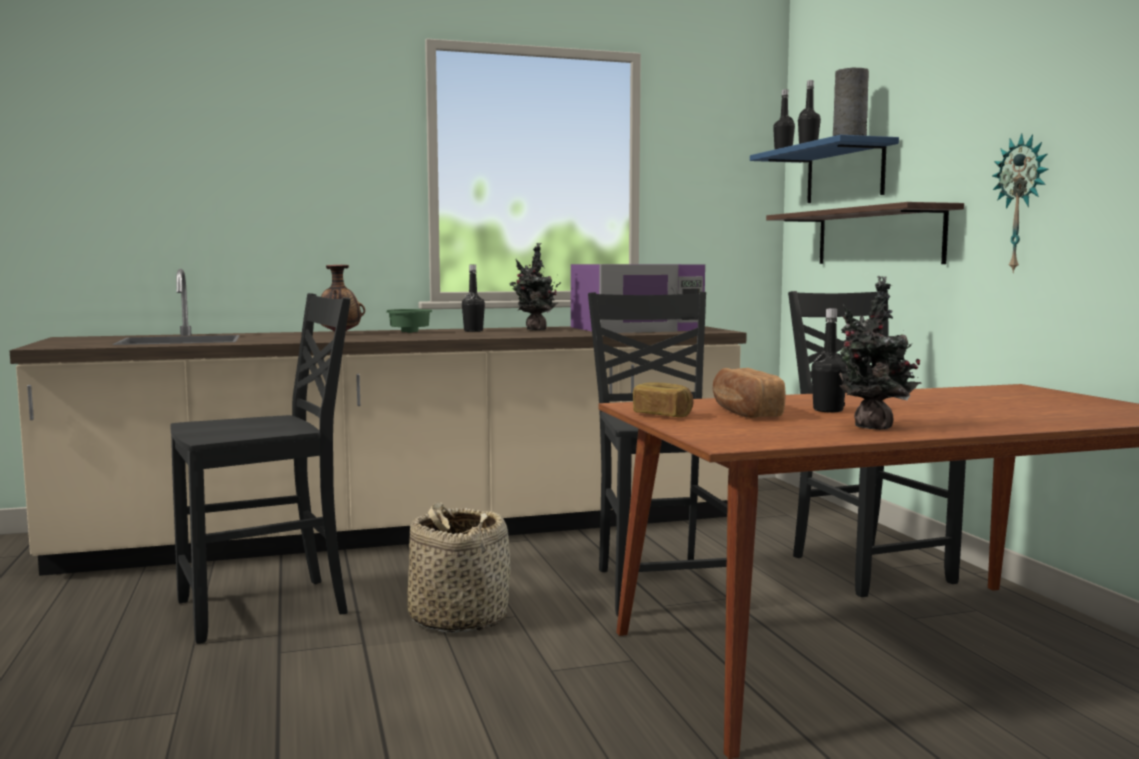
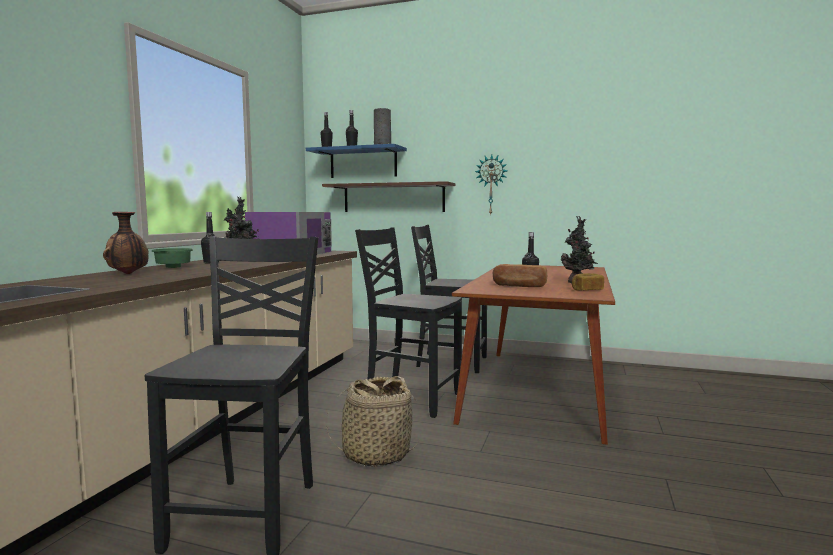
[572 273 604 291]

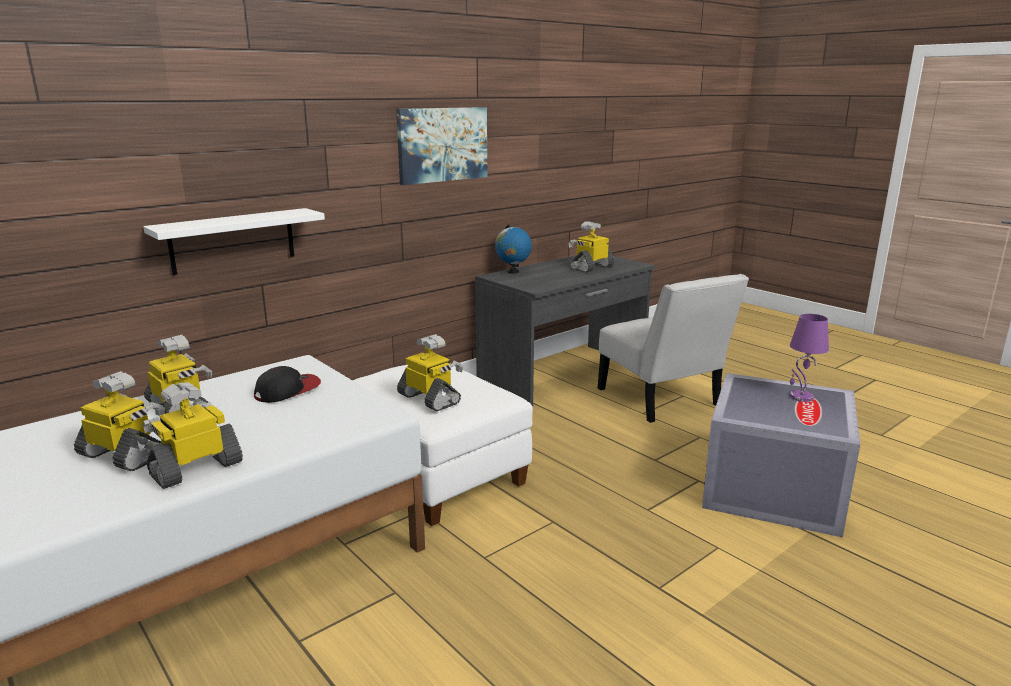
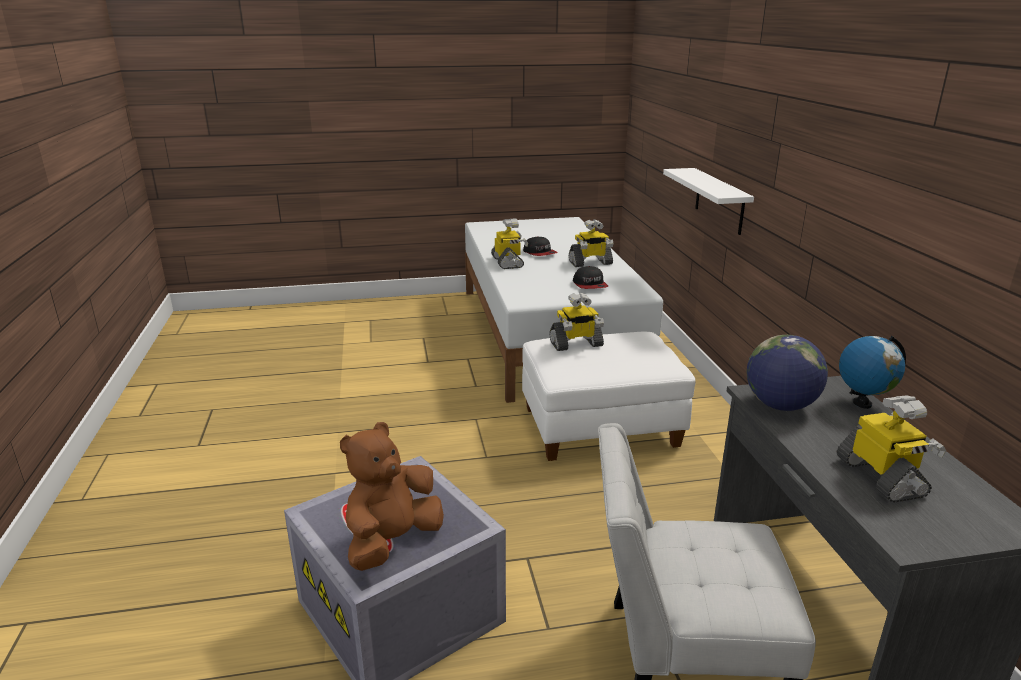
[523 236 558 256]
[396 107 487 185] (first image)
[340 422 444 571]
[746 335 828 411]

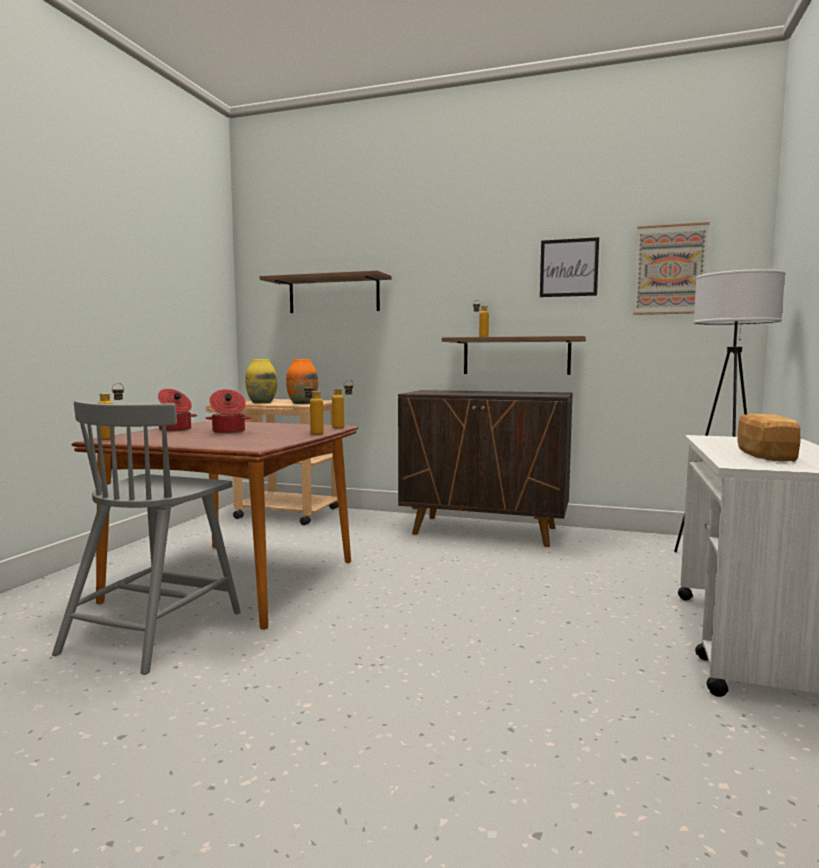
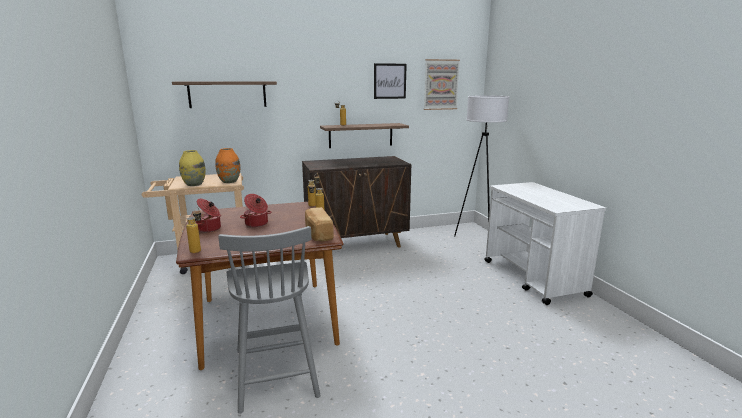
[305 207 334 241]

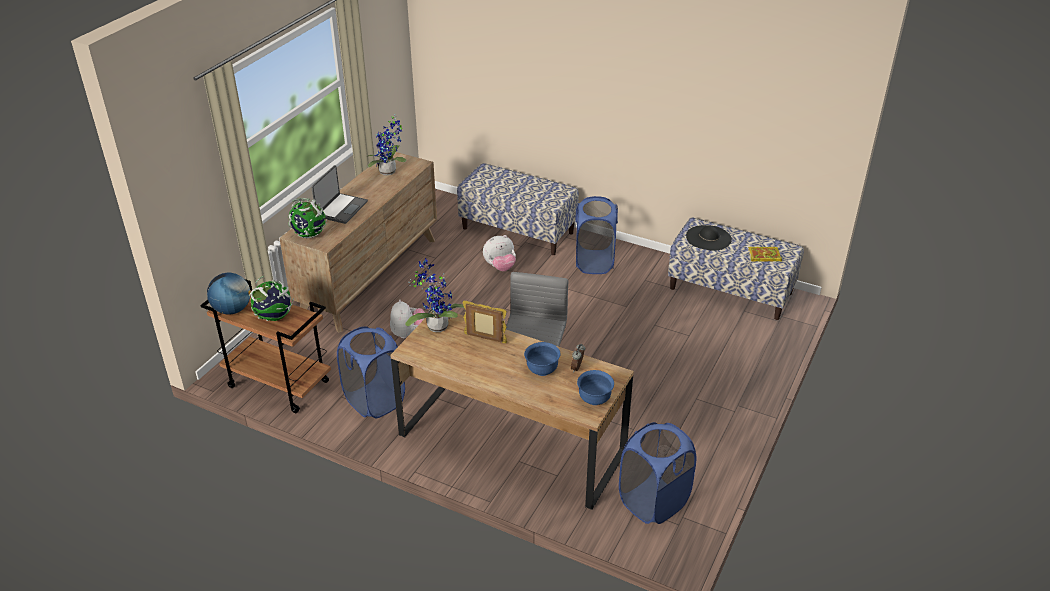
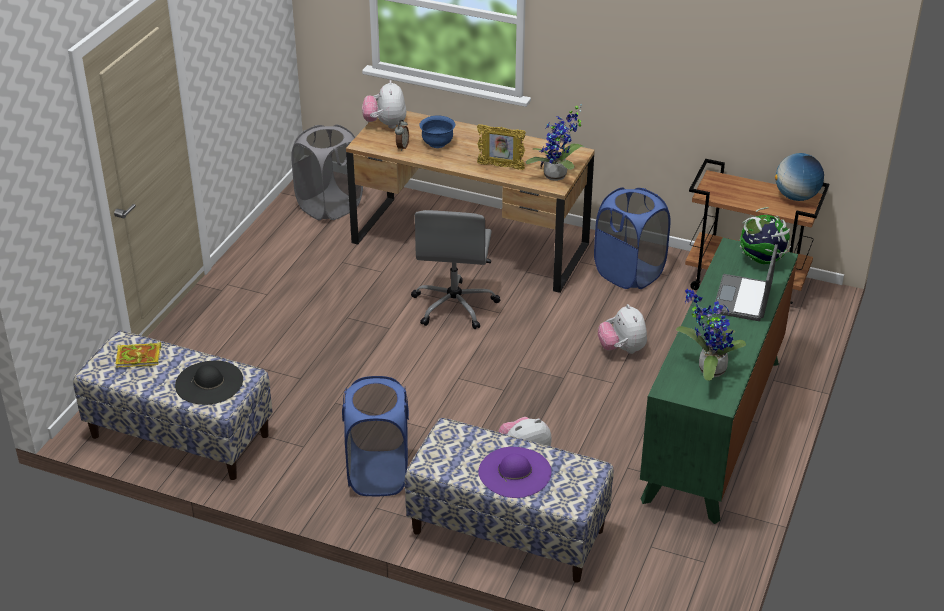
[249 276 294 321] (first image)
[640 238 798 524]
[362 80 406 129]
[291 125 363 220]
[478 447 551 498]

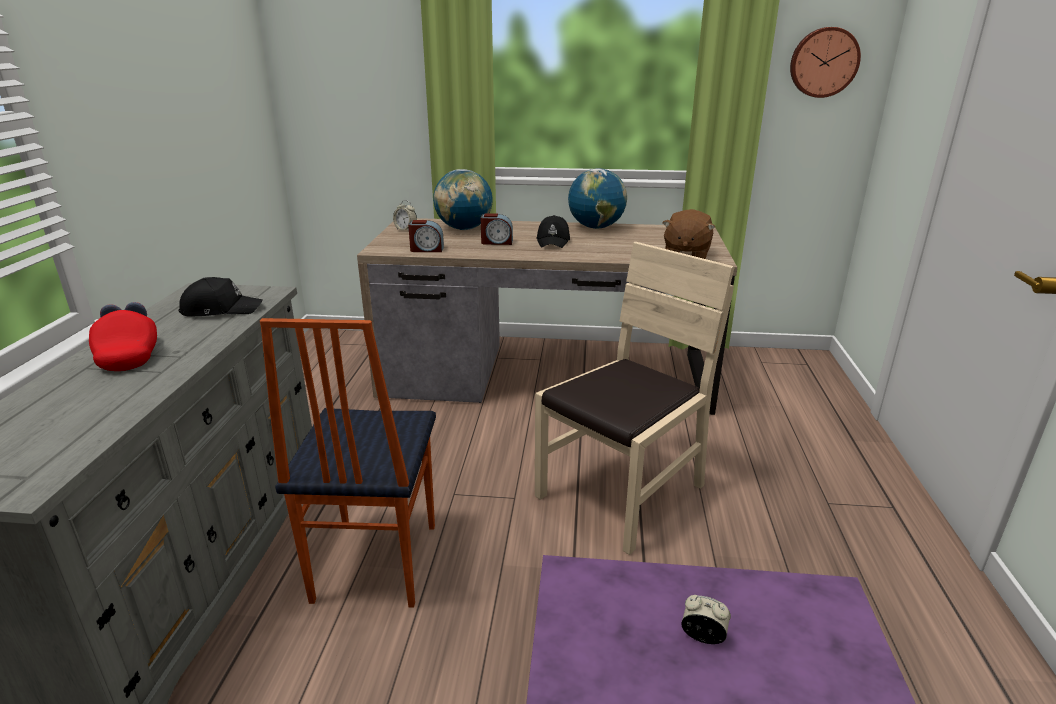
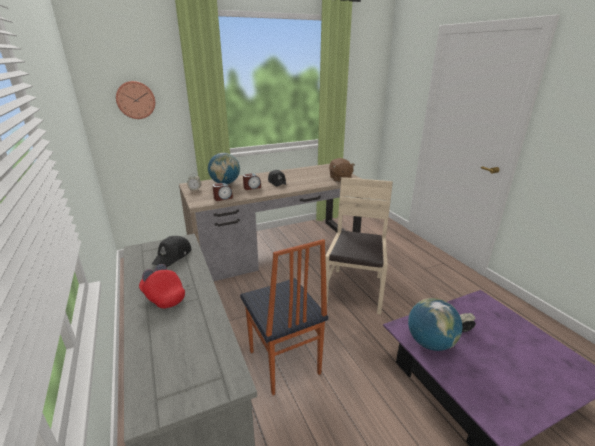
[152 236 191 267]
[408 298 463 351]
[116 81 155 119]

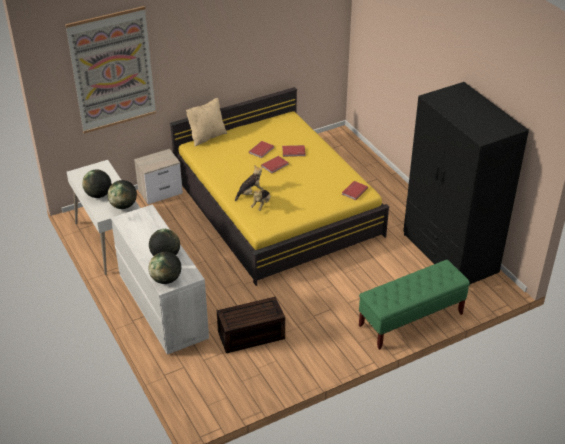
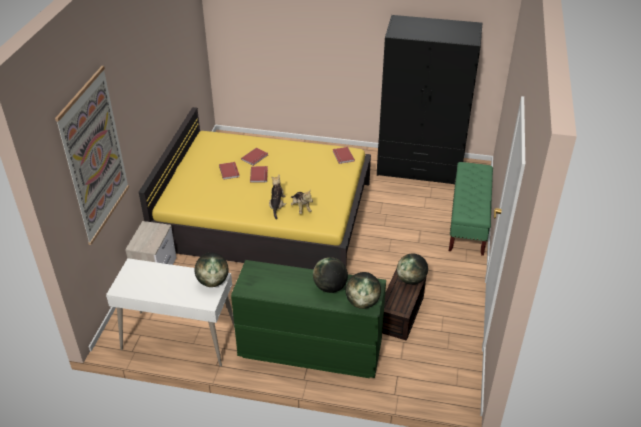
[397 254 428 285]
[231 260 386 378]
[186 98 227 147] (first image)

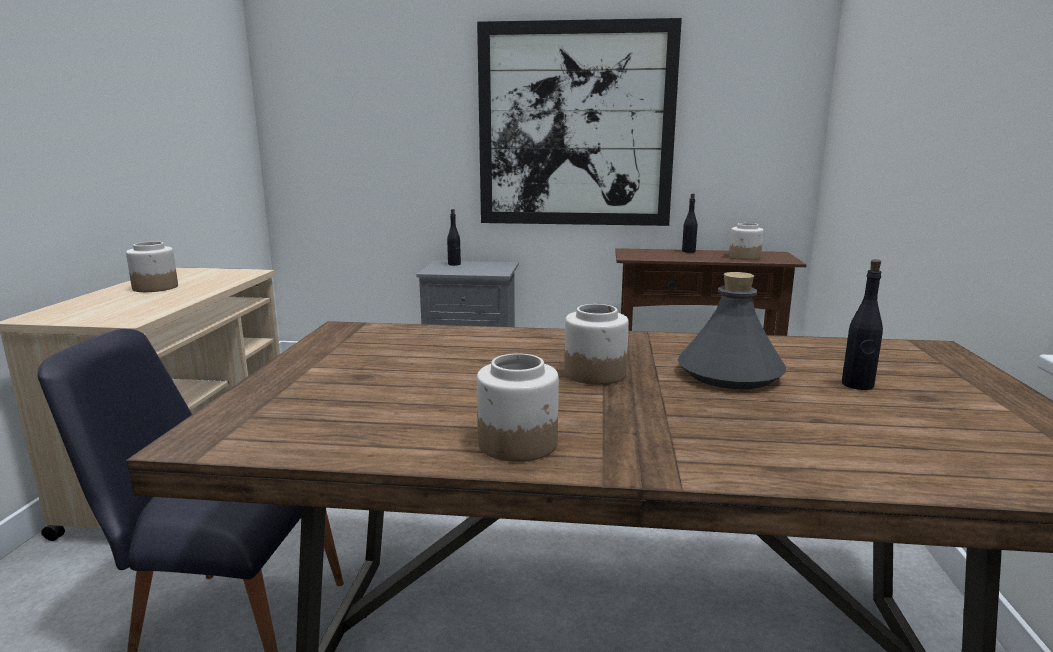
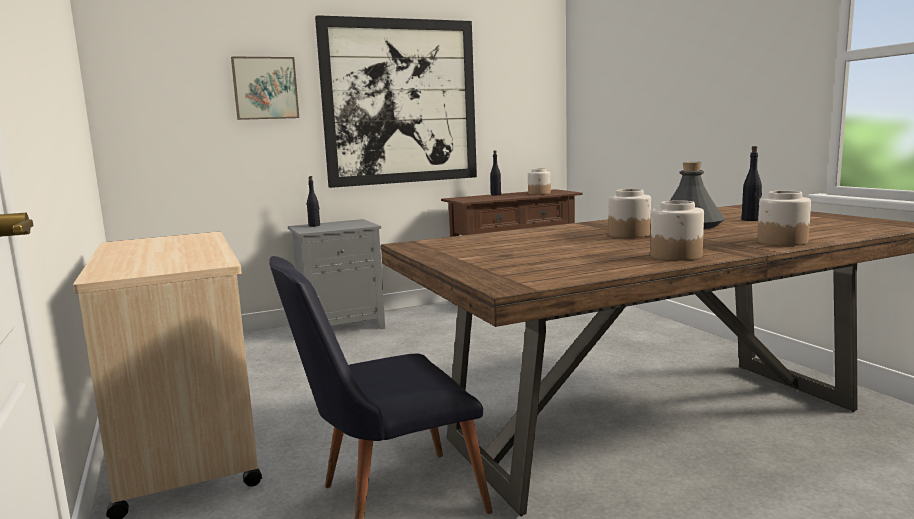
[757 191 811 246]
[231 56 299 120]

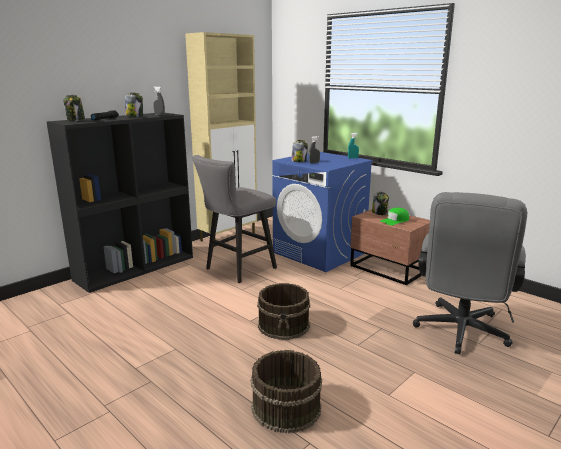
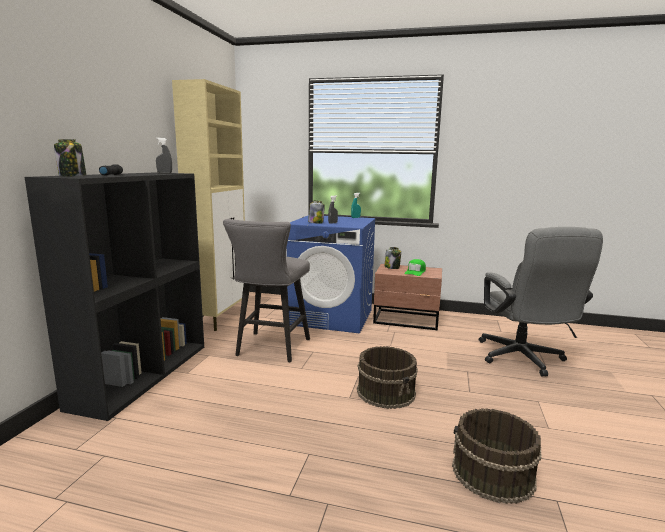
[125 93 143 117] (first image)

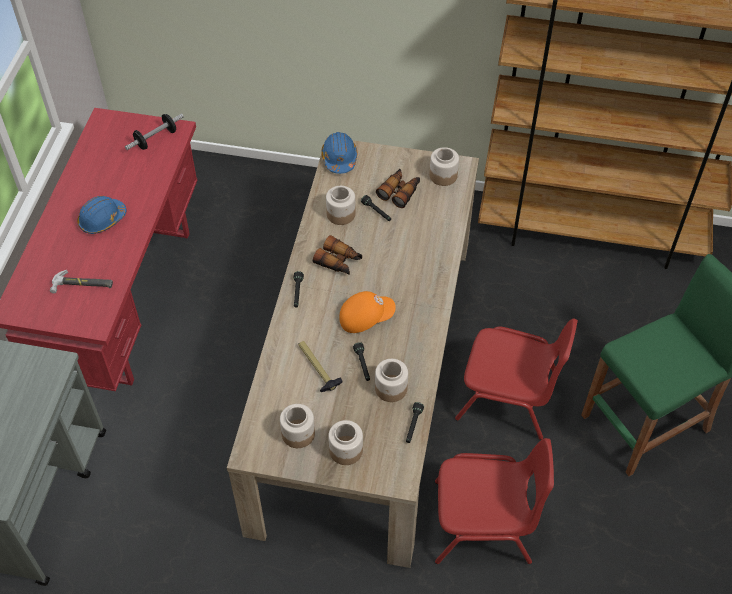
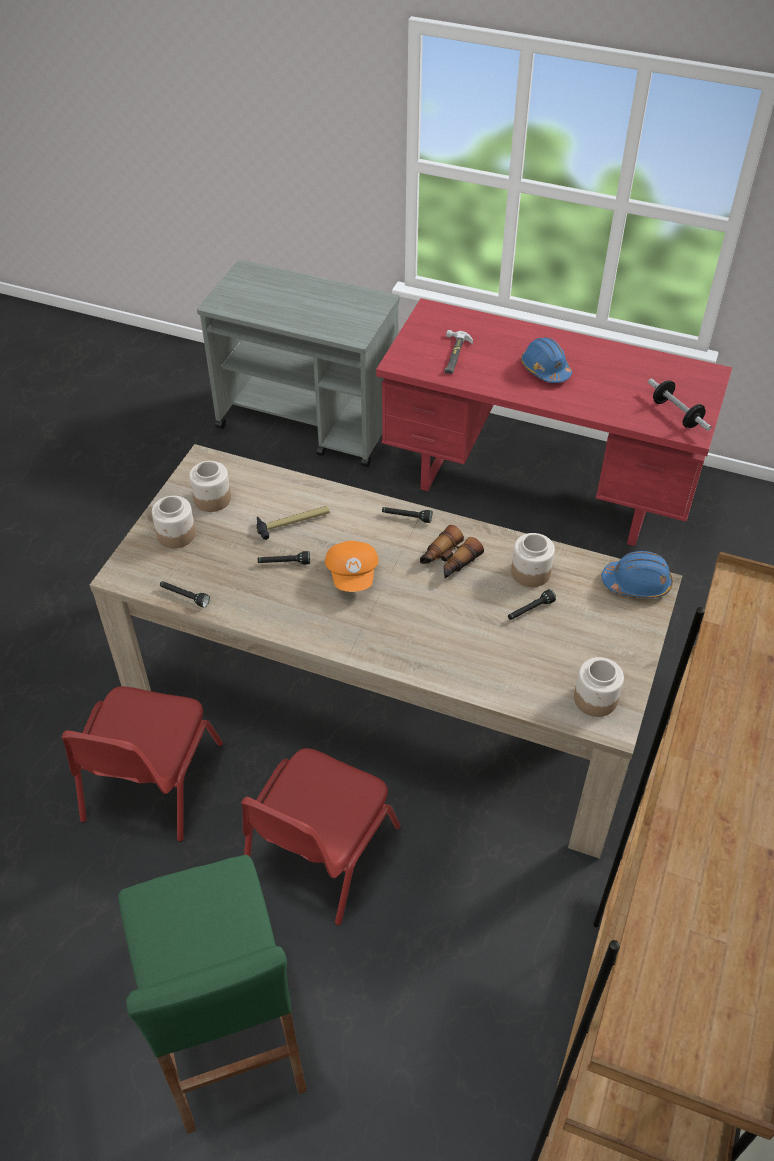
[375 359 408 402] (first image)
[376 169 420 208] (first image)

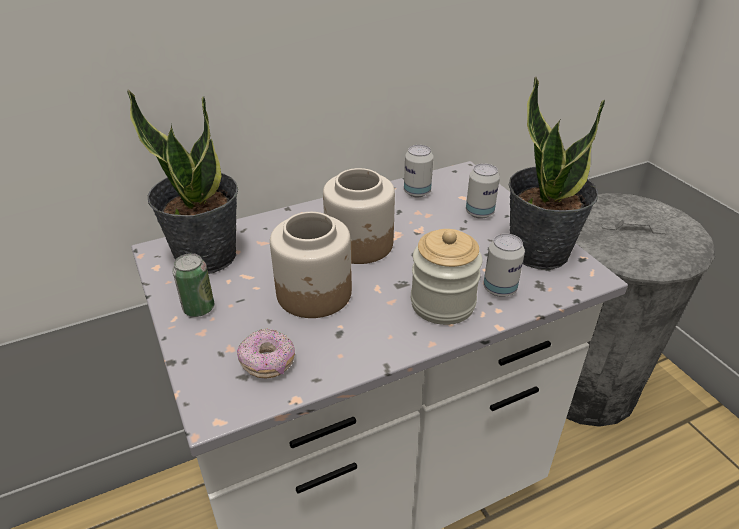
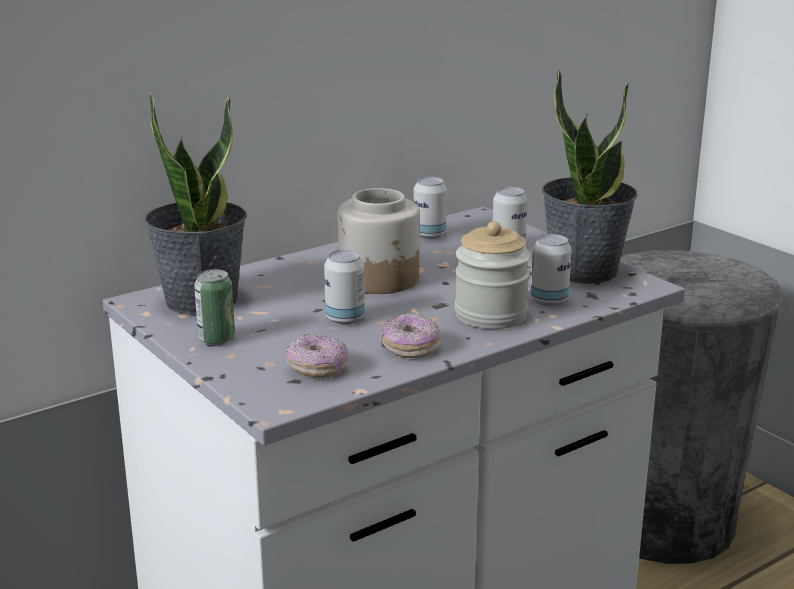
[324 250 365 325]
[381 313 441 358]

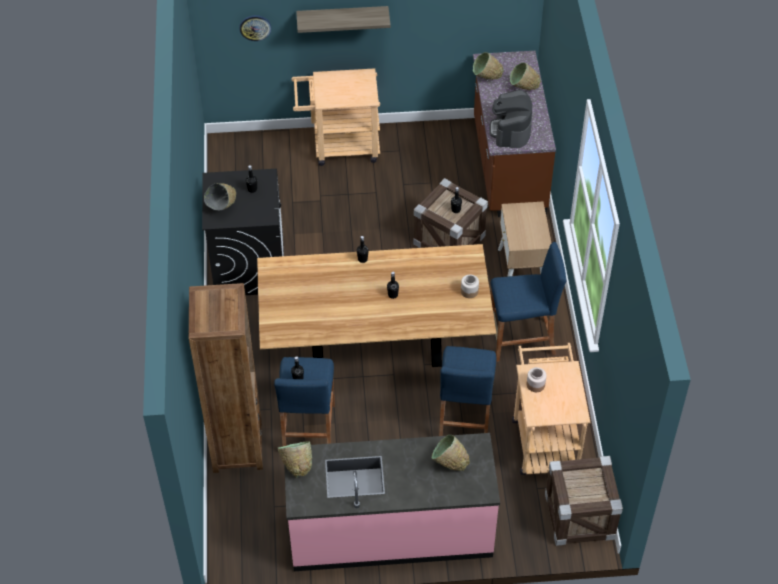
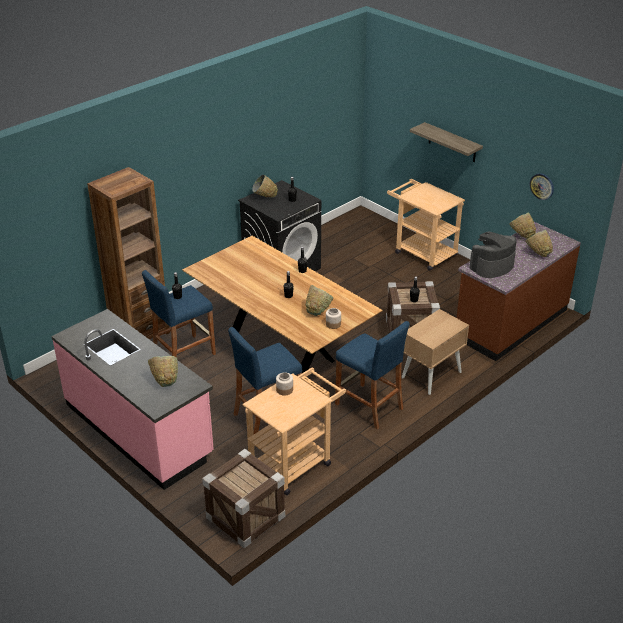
[530 173 554 200]
[305 285 333 316]

